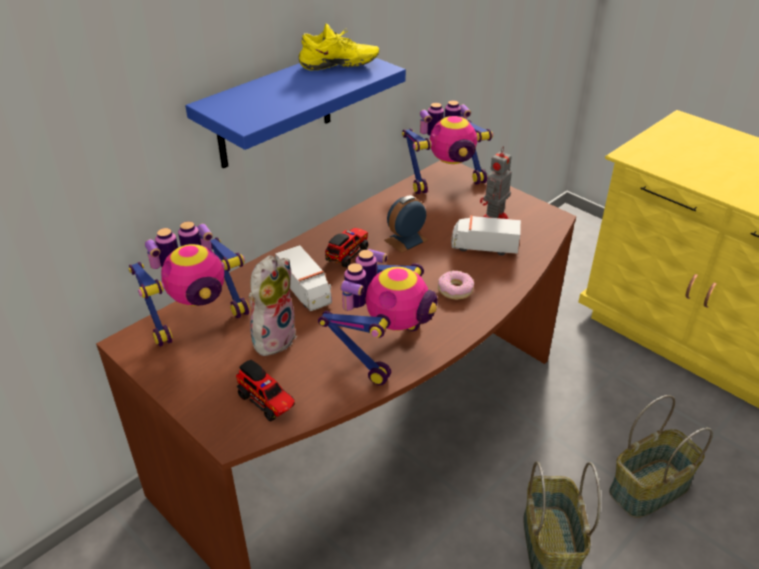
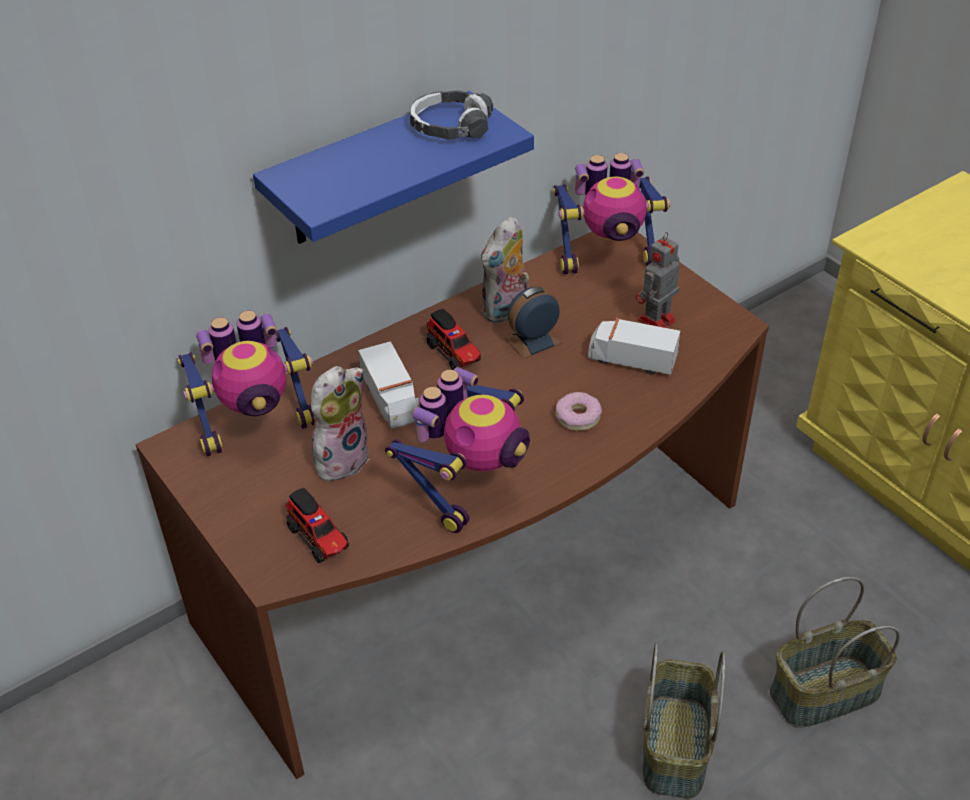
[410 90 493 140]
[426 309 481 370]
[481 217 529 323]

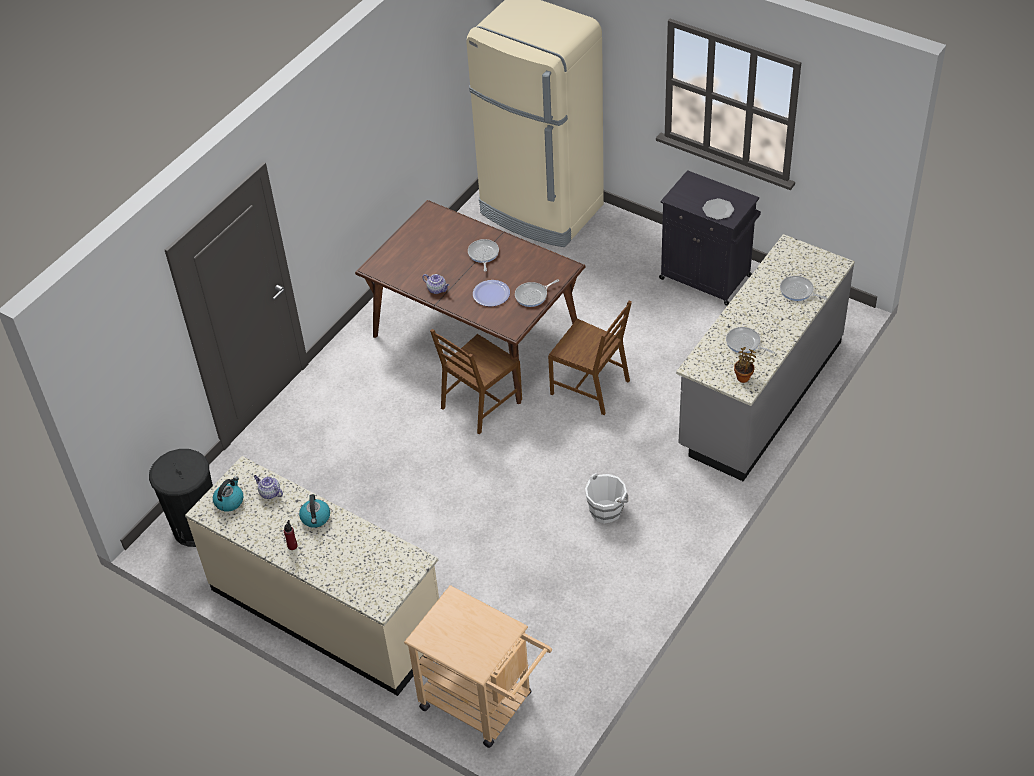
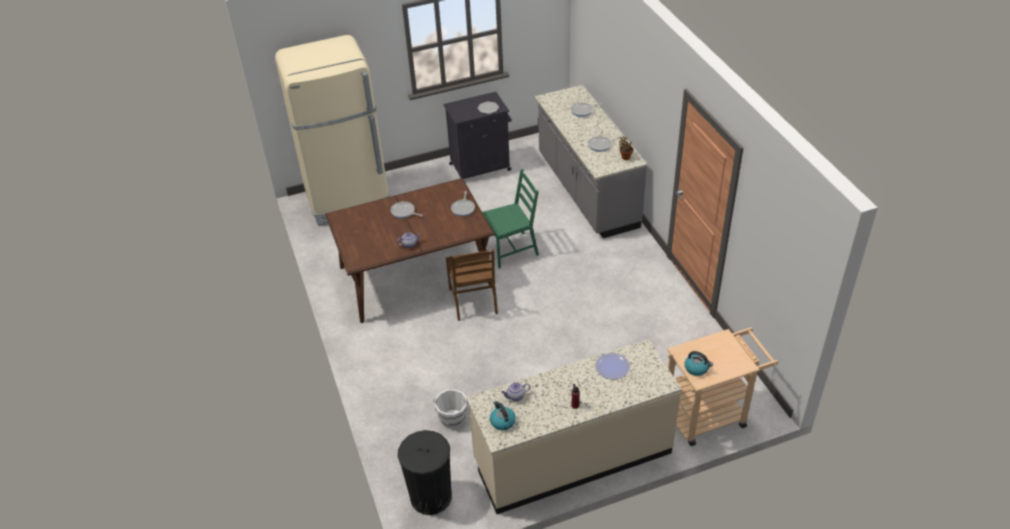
[685 351 713 376]
[596 353 630 379]
[482 169 539 268]
[433 389 467 429]

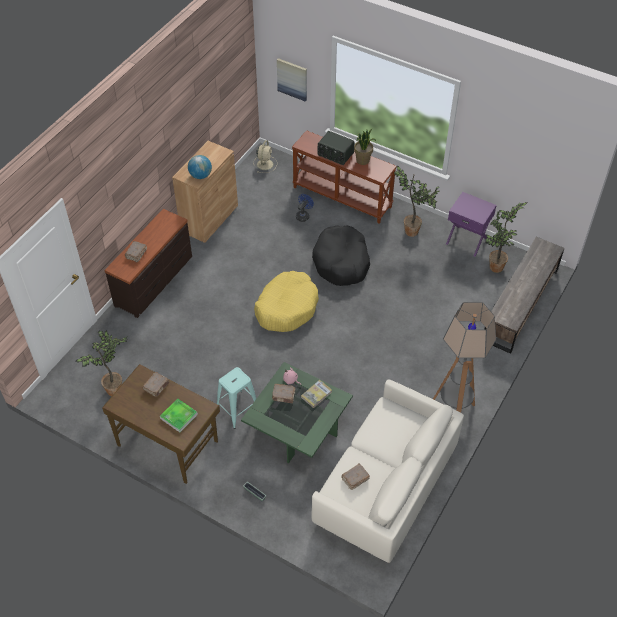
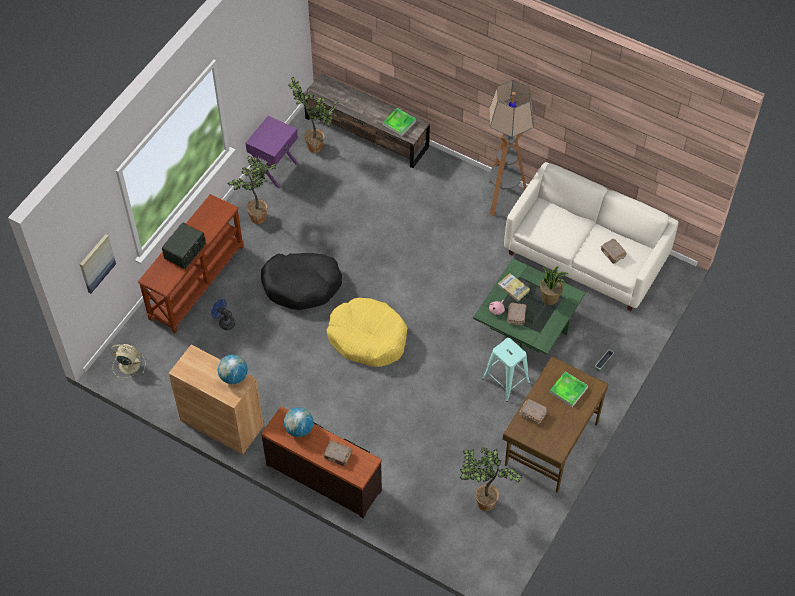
[540 267 569 305]
[284 407 313 437]
[383 108 416 136]

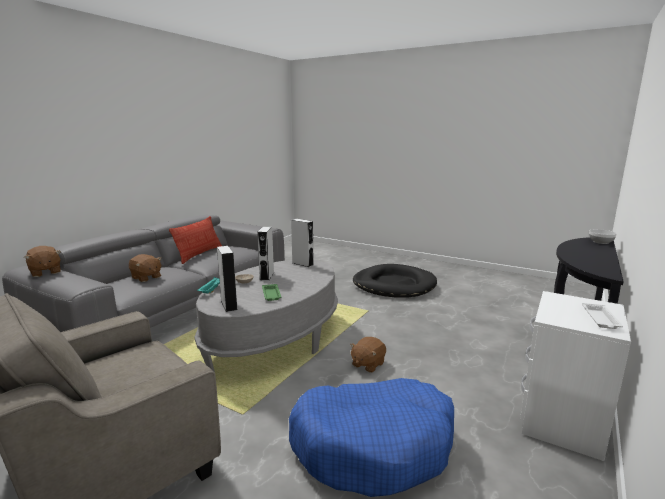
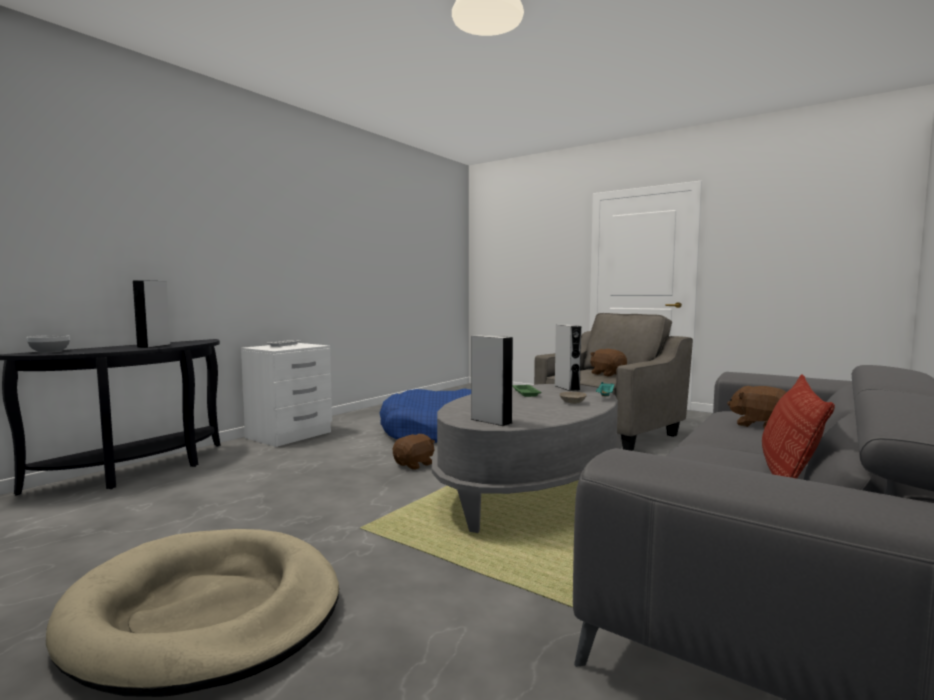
[590 349 627 377]
[133 280 171 348]
[46 529 339 697]

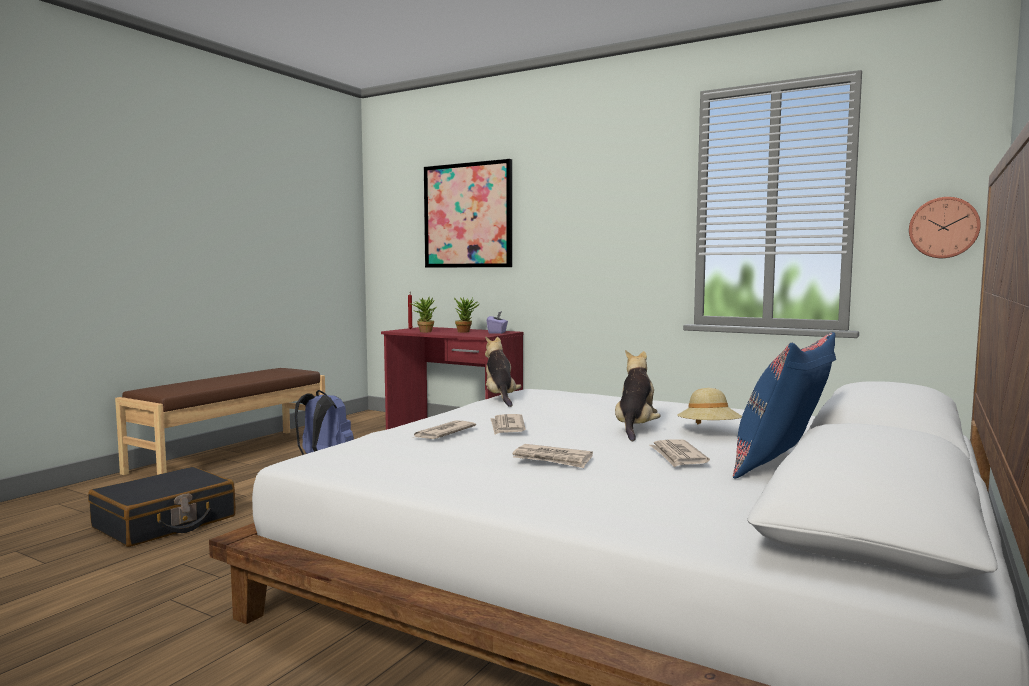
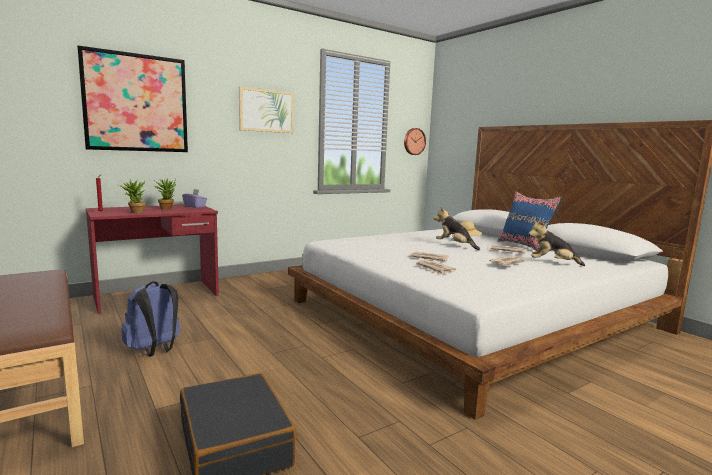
[528 220 585 266]
[239 87 293 133]

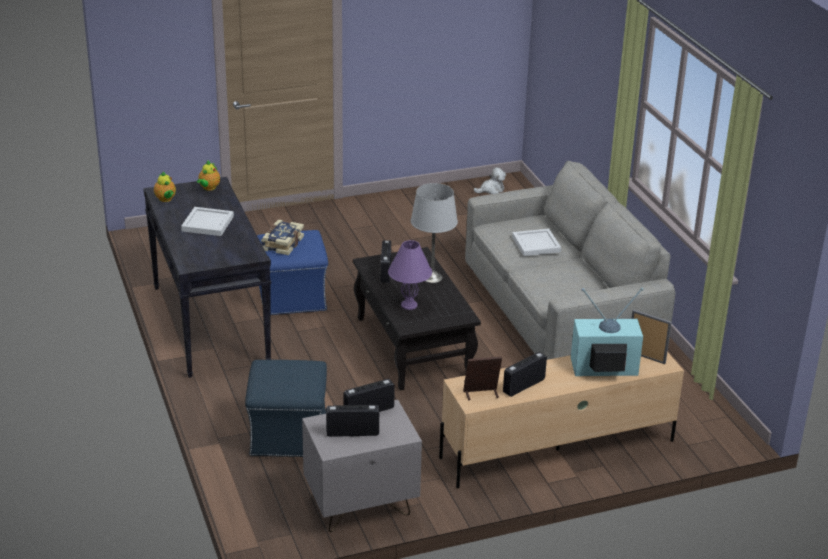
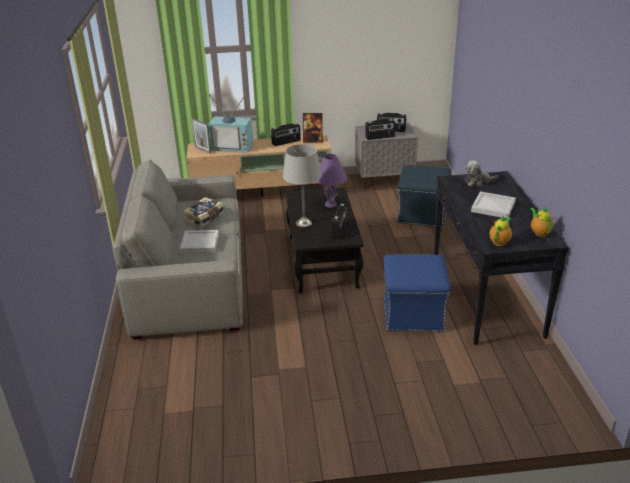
[183 197 224 227]
[465 161 499 187]

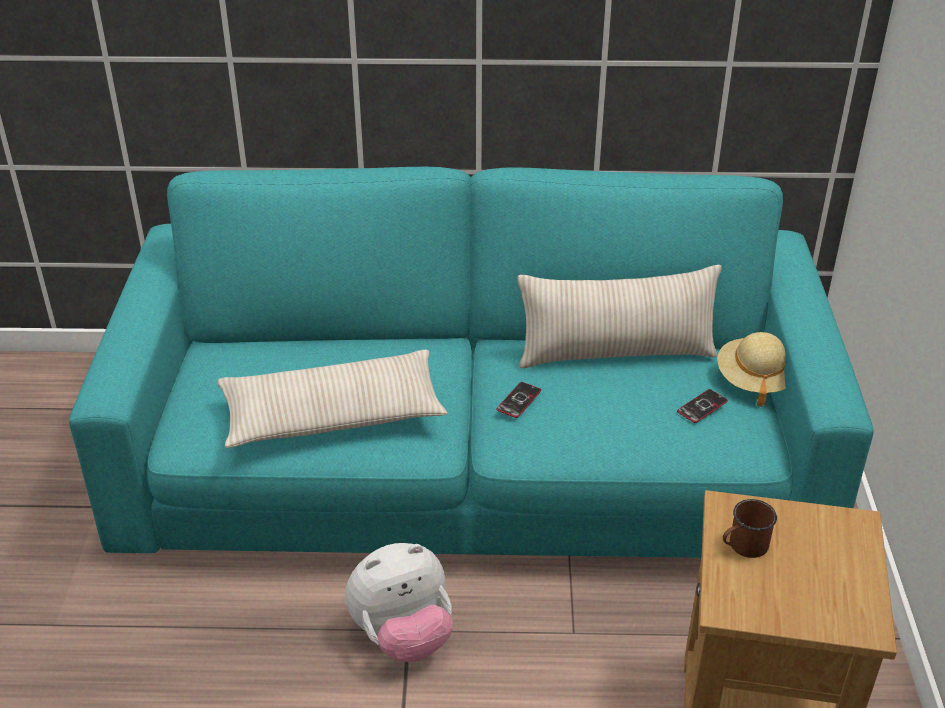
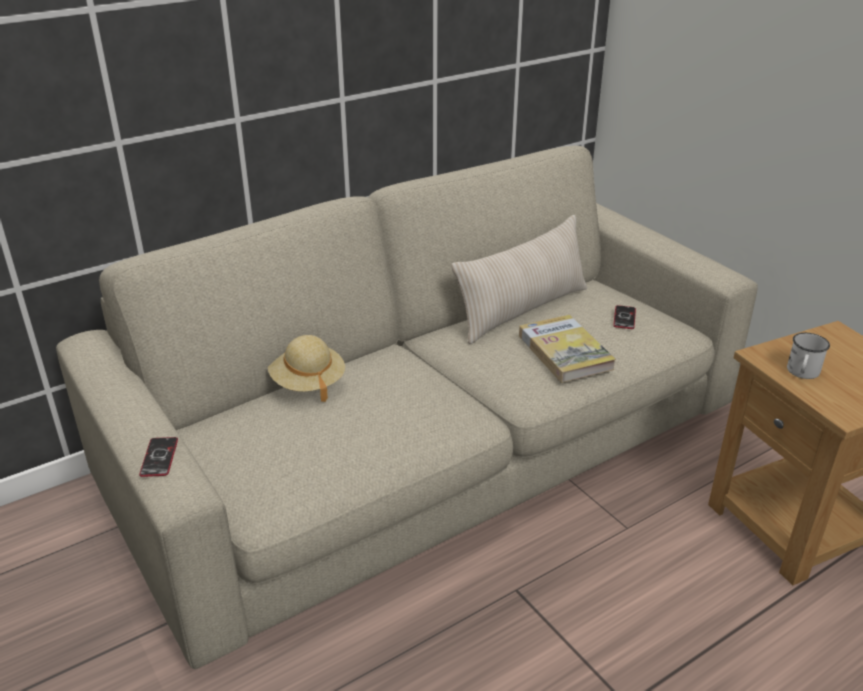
[56 146 758 669]
[218 350 447 448] (first image)
[345 543 453 662] (first image)
[139 437 178 477]
[268 335 345 402]
[787 333 830 379]
[519 315 616 383]

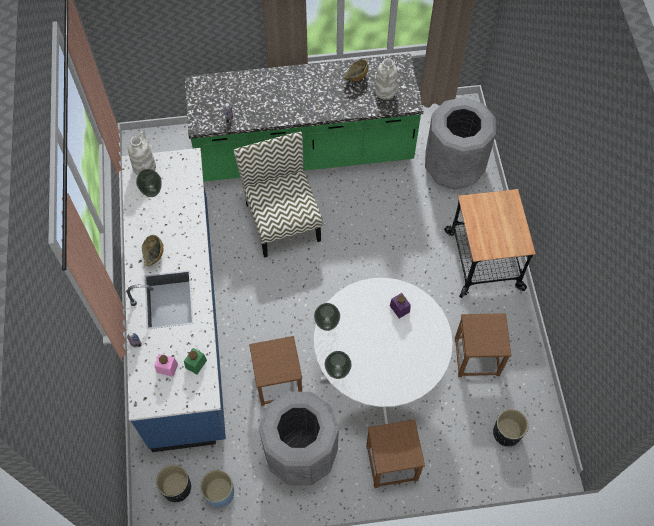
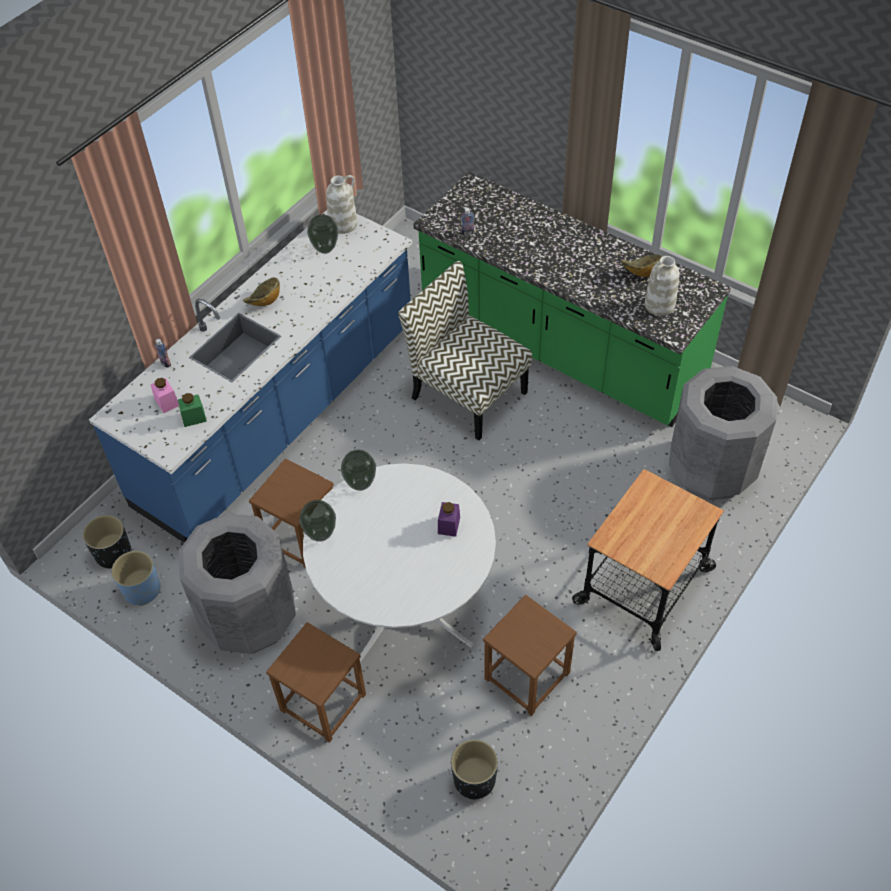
[398 261 532 440]

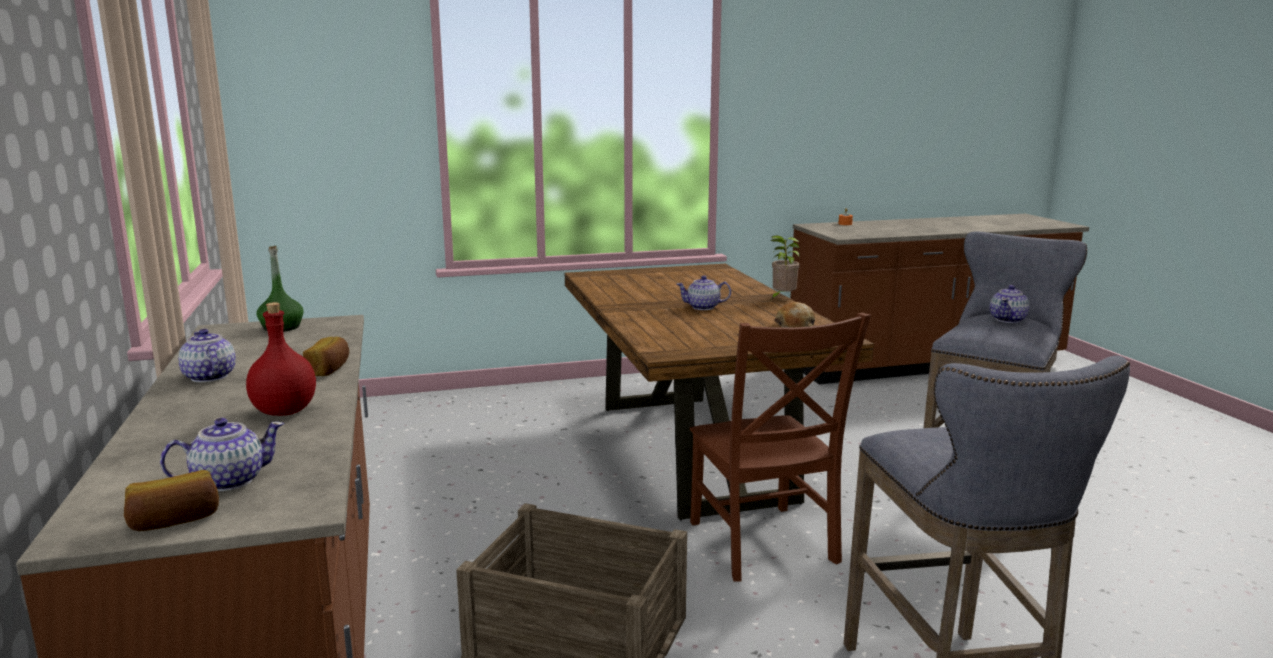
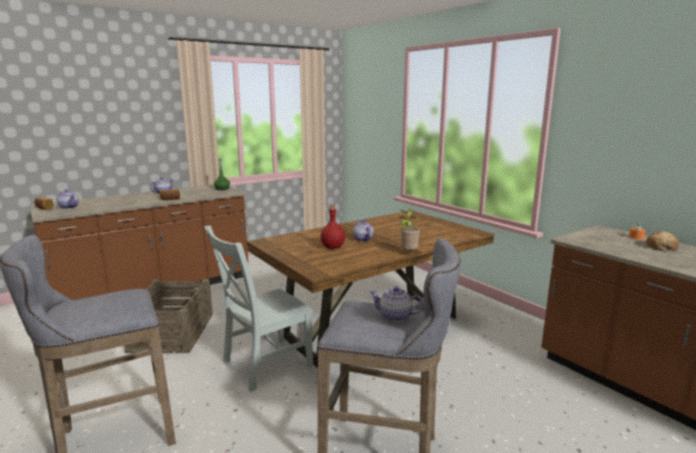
[320 205 345 249]
[204 226 313 392]
[646 231 679 251]

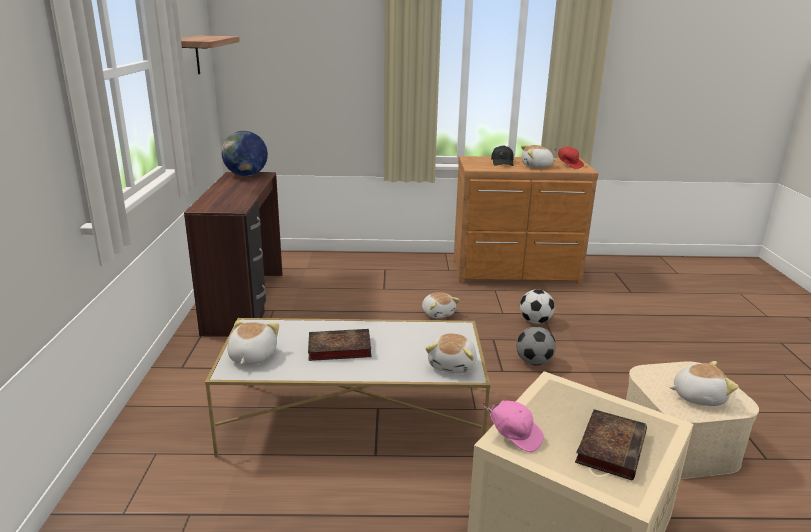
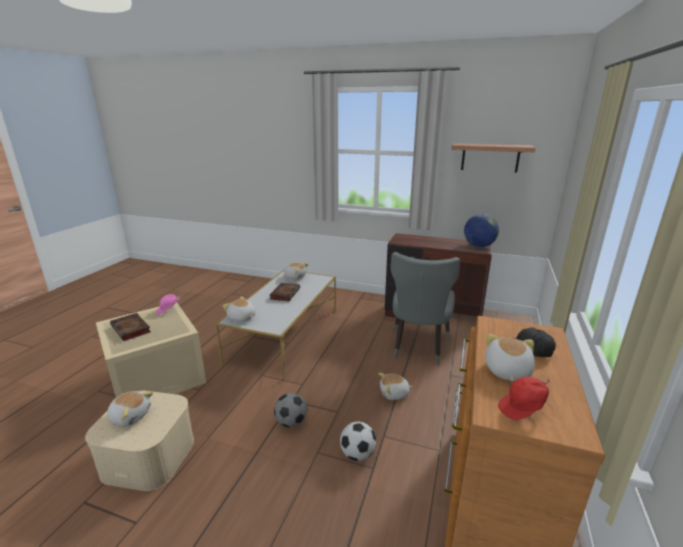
[107 391 153 426]
[390 252 460 365]

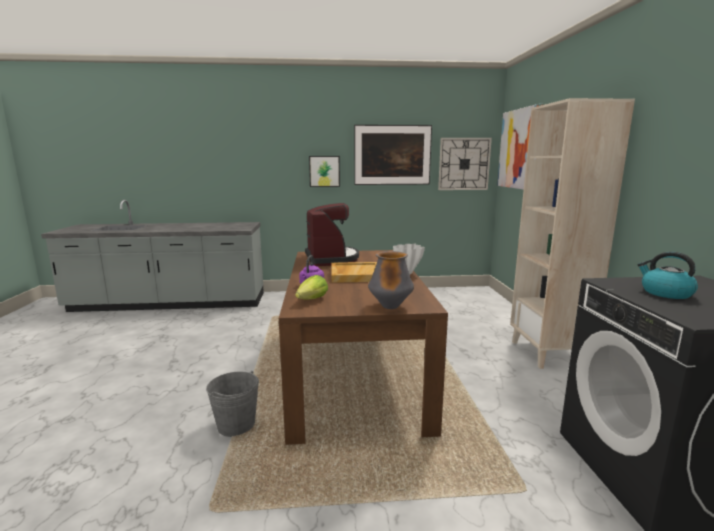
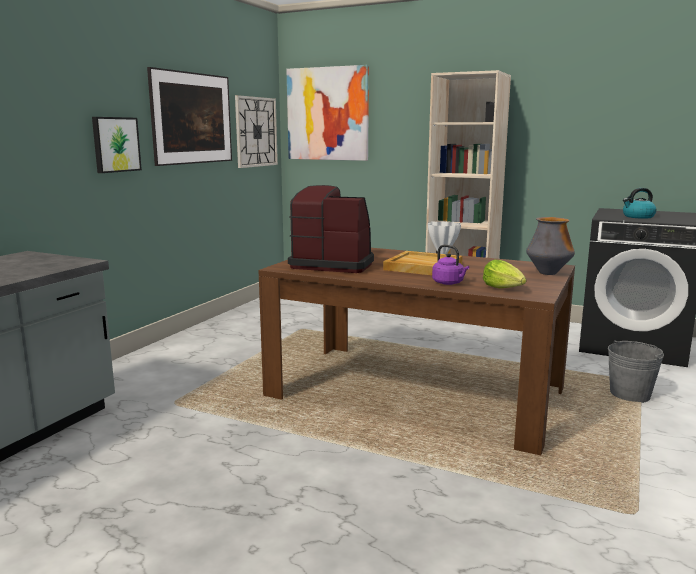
[608 340 664 403]

